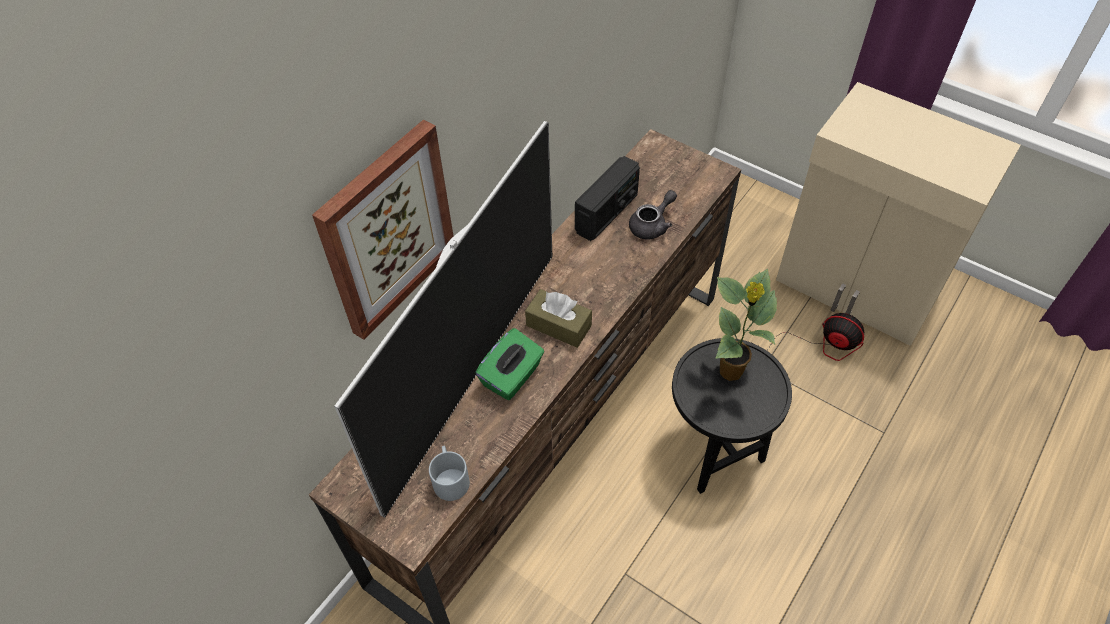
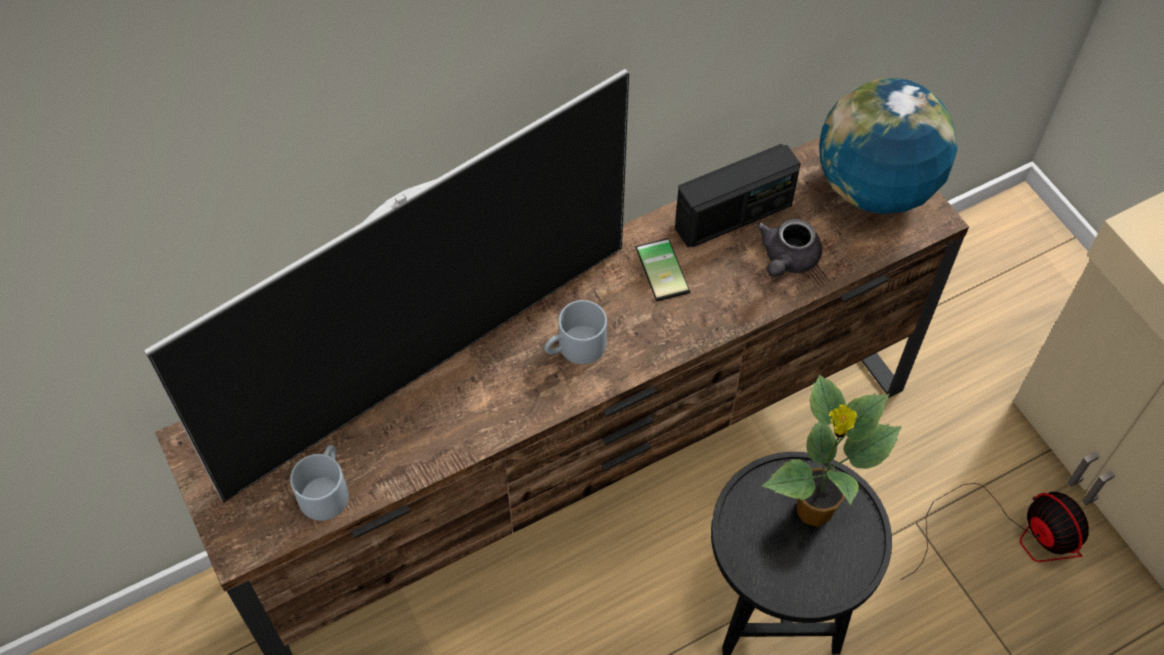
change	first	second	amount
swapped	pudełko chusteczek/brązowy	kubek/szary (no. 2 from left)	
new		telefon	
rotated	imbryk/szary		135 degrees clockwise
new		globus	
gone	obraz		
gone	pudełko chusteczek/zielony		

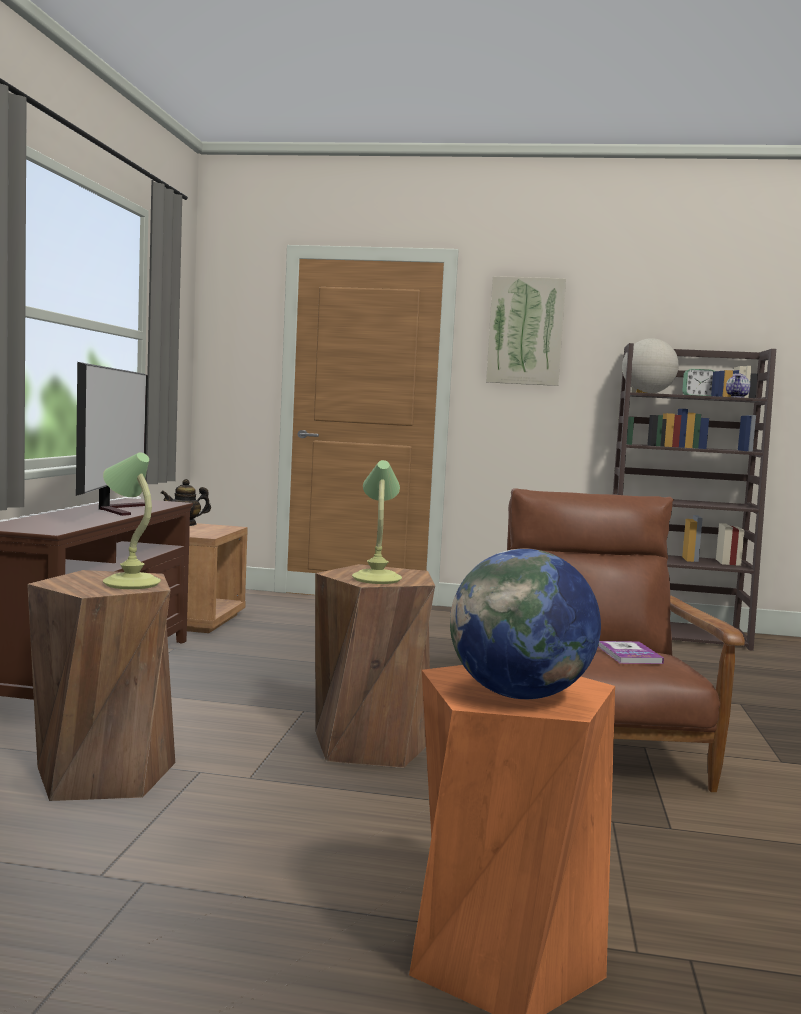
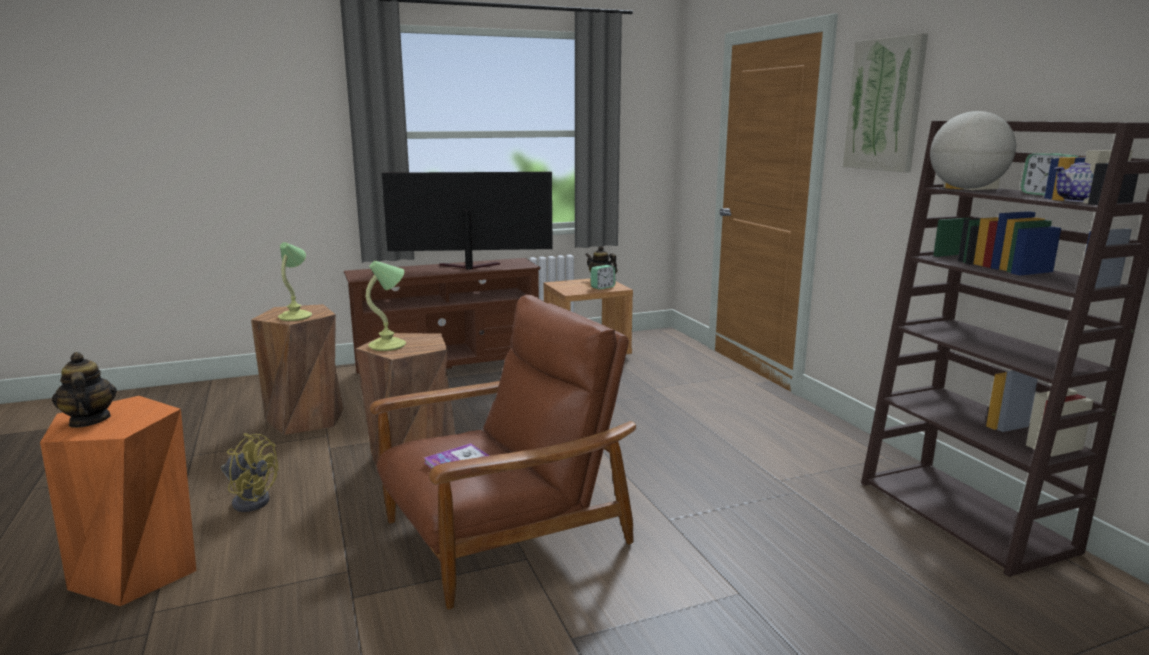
change	first	second	amount
swapped	globus (no. 1 from left)	imbryk (no. 1 from left)	
new		wentylator/żółty	
rotated	telewizor		150 degrees counterclockwise
new		budzik (no. 1 from left)	

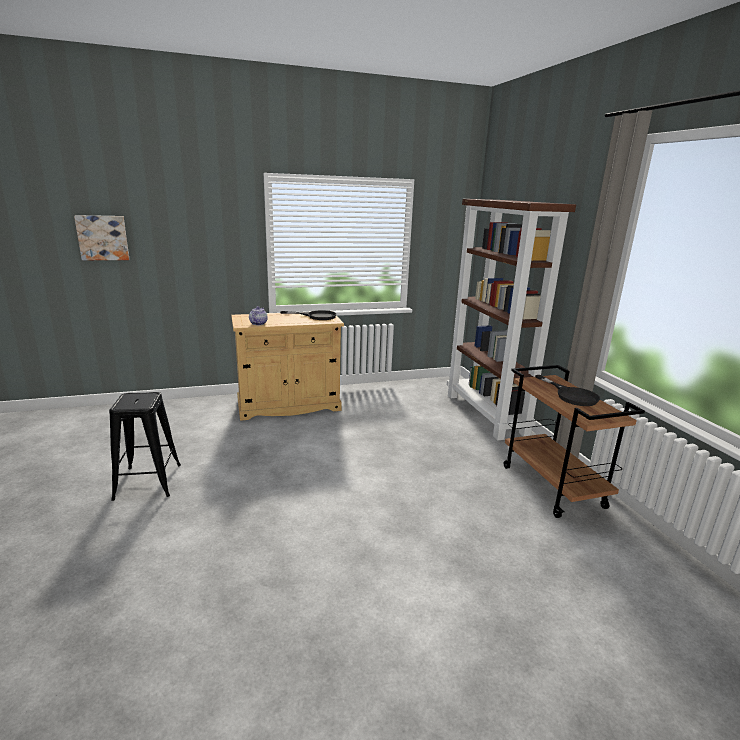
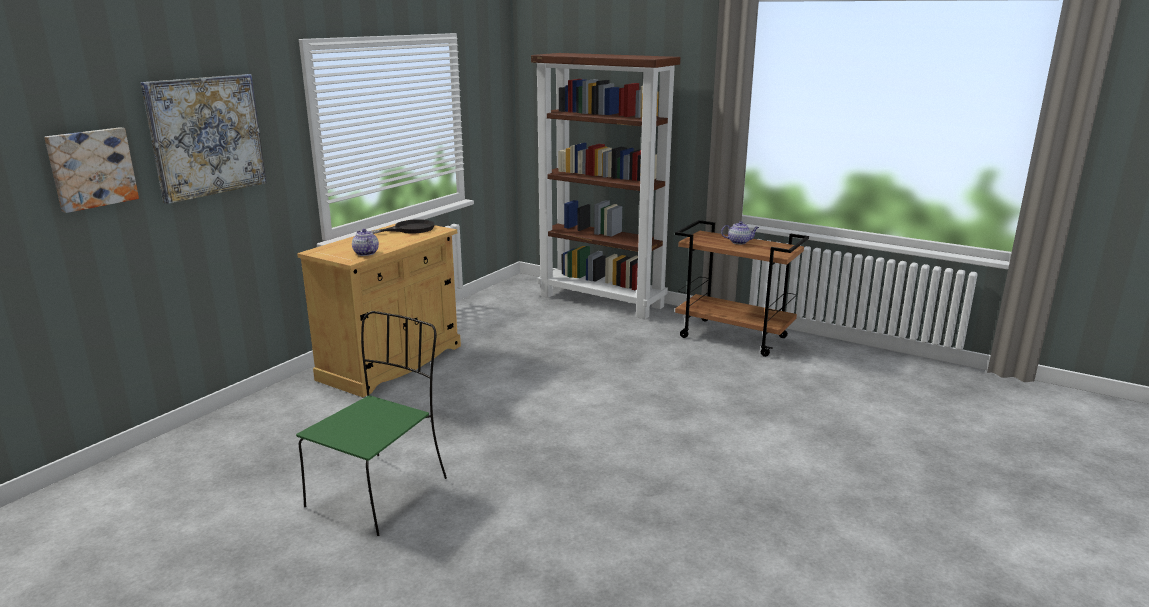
change	first	second	amount
new		obraz (no. 2 from left)	
swapped	stołek/czarny	krzesło/zielony	
swapped	patelnia/czarny (no. 2 from left)	imbryk (no. 2 from left)	

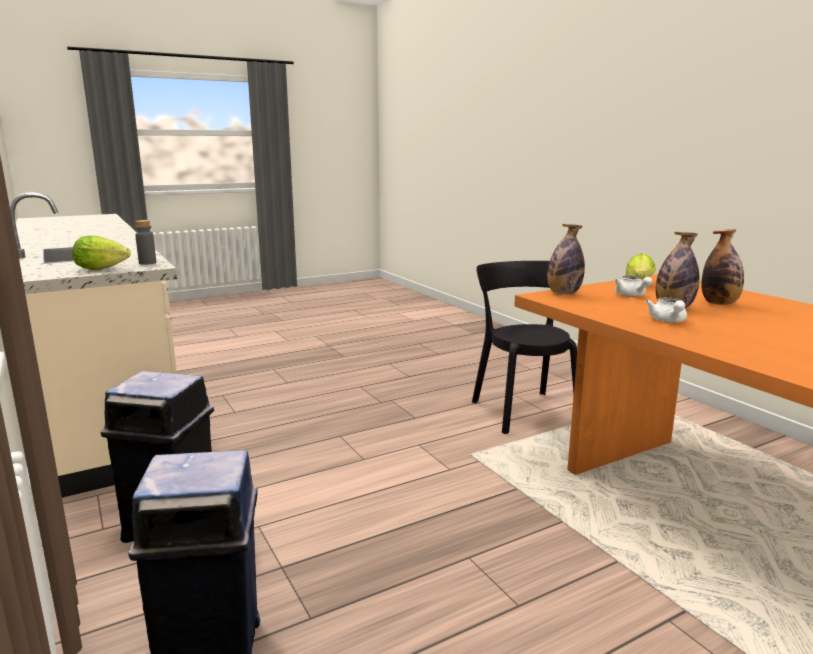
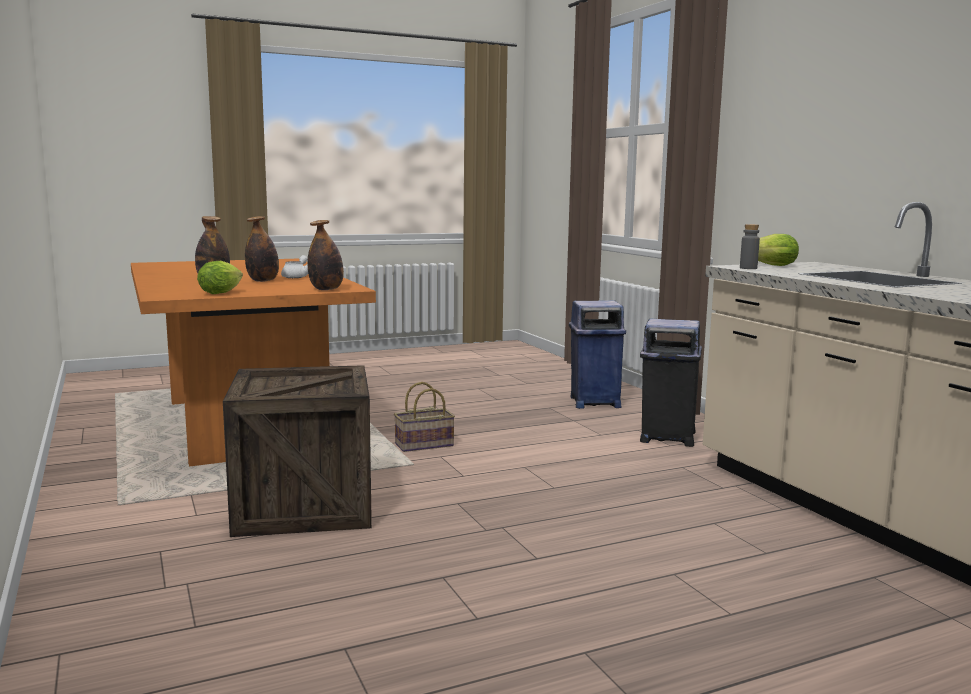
change	first	second	amount
swapped	krzesło/czarny	skrzynka	
new		koszyk	
gone	imbryk/biały (no. 1 from left)		

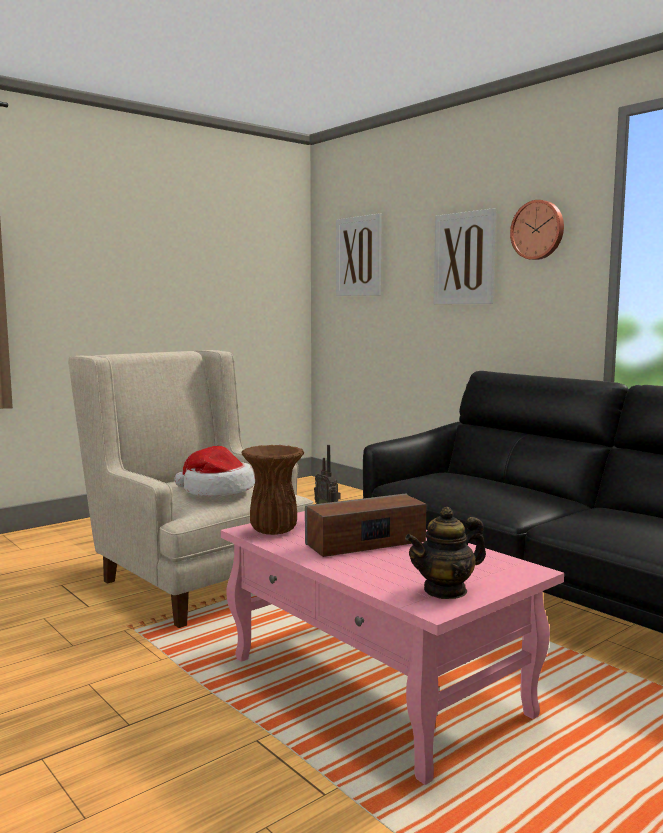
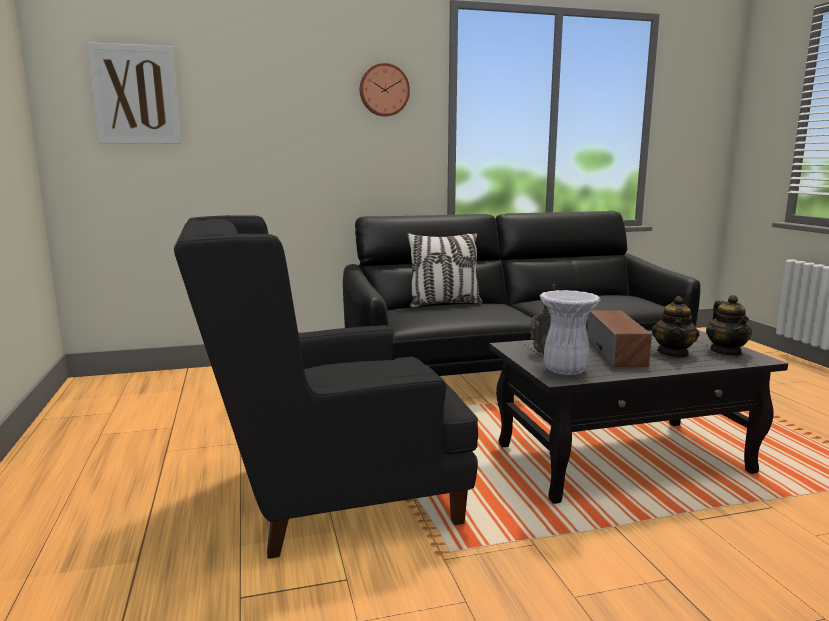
change	first	second	amount
repainted	fotel/beżowy	fotel/czarny	
new		poduszka	
repainted	ława/różowy	ława/czarny	
repainted	wazon/brązowy	wazon/biały	
new		imbryk (no. 1 from left)	
gone	kapelusz		
gone	obraz (no. 2 from left)		

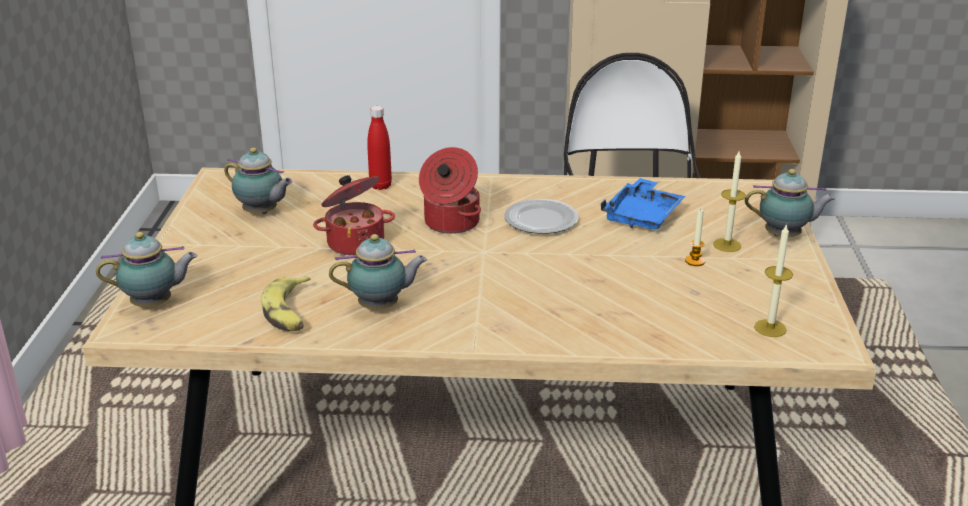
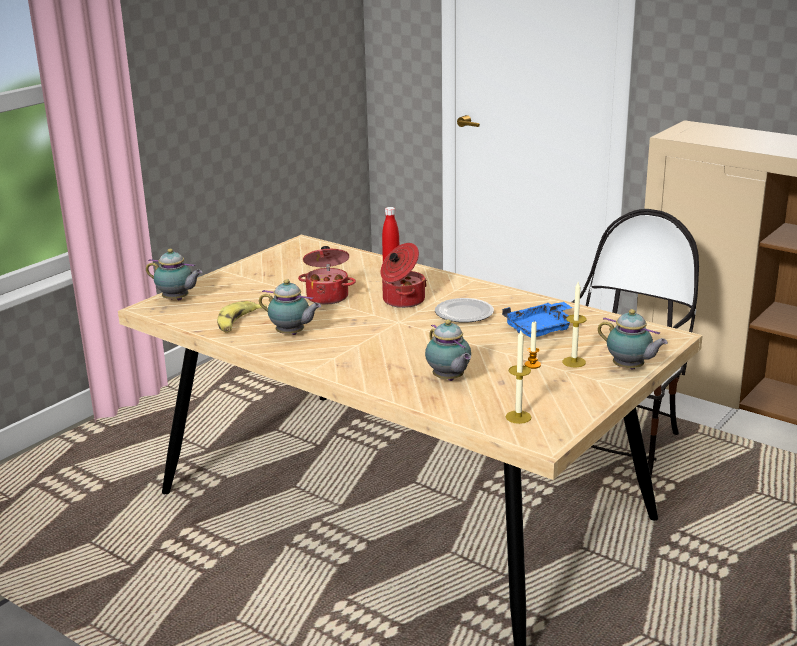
change	first	second	amount
shifted	imbryk (no. 2 from left in the first image)	imbryk (no. 3 from left)	

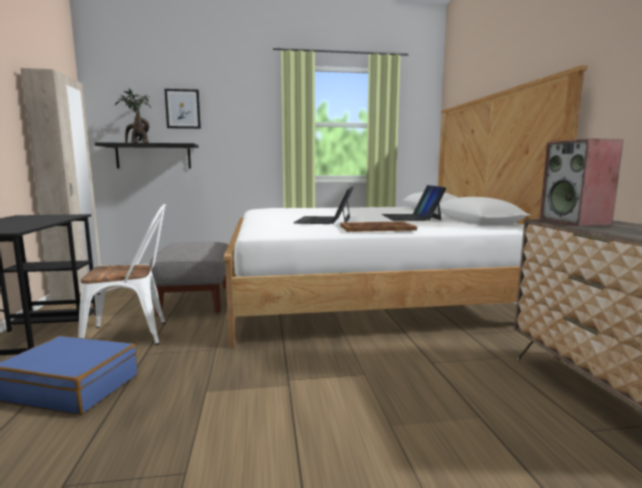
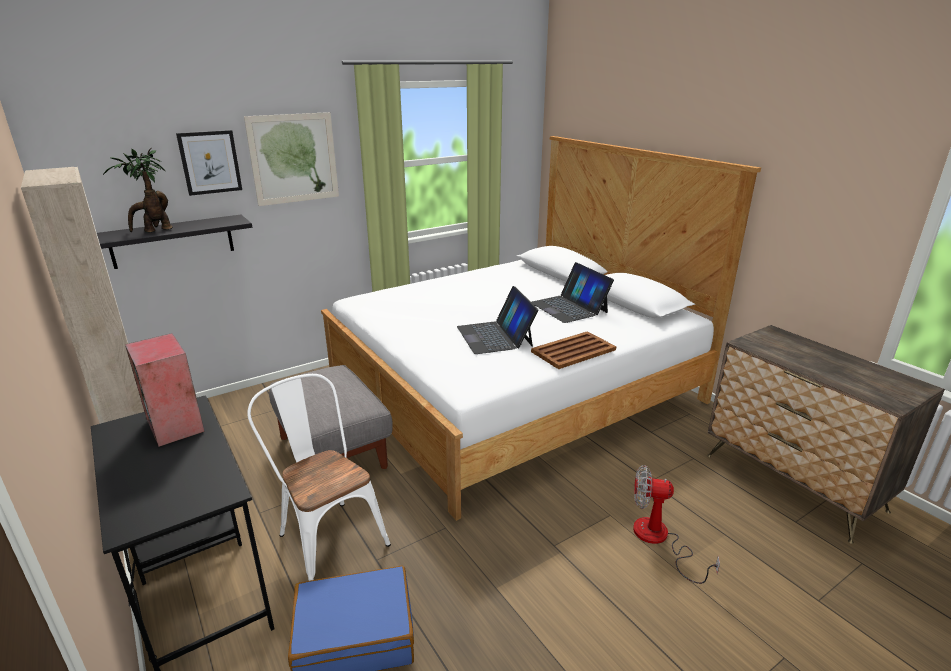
change	first	second	amount
shifted	głośnik		
new		obraz (no. 2 from left)	
rotated	krzesło/biały		90 degrees counterclockwise
new		wentylator	

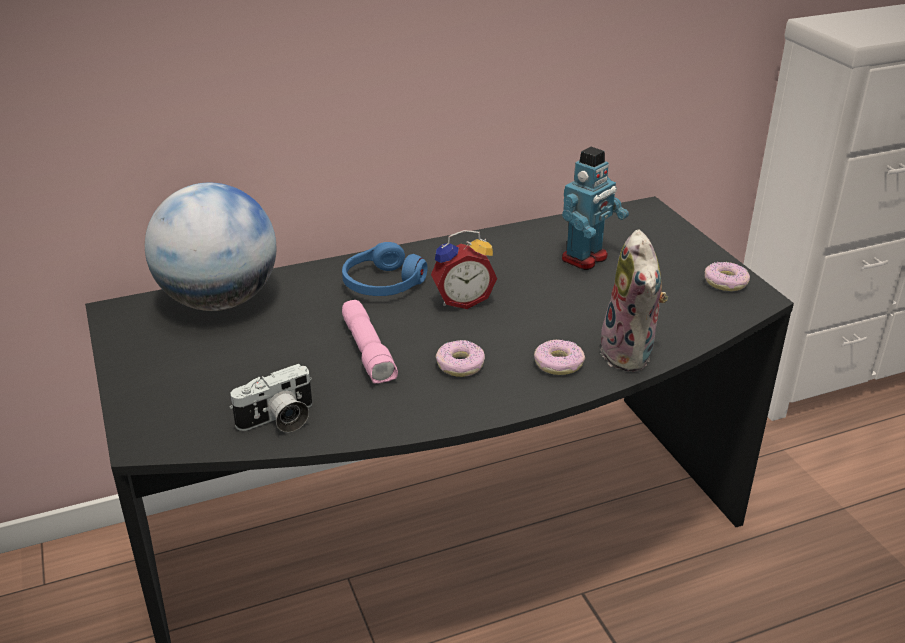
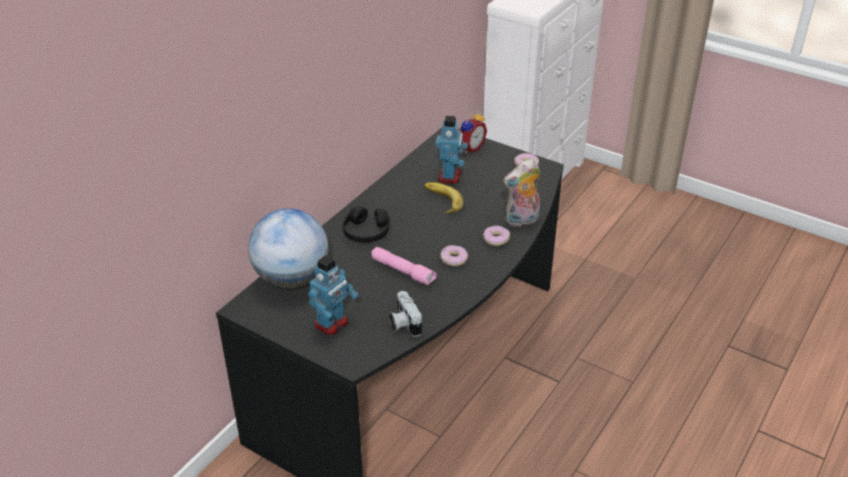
change	first	second	amount
new		robot zabawkowy (no. 1 from left)	
repainted	słuchawki/niebieski	słuchawki/czarny	
rotated	aparat fotograficzny		135 degrees clockwise
new		banan	
shifted	budzik		
rotated	pluszak		105 degrees clockwise

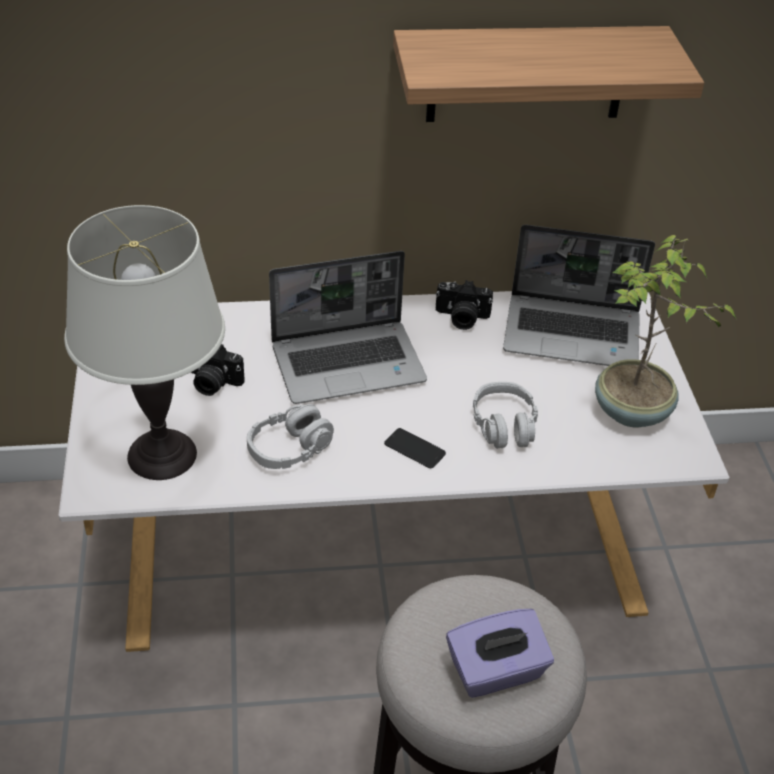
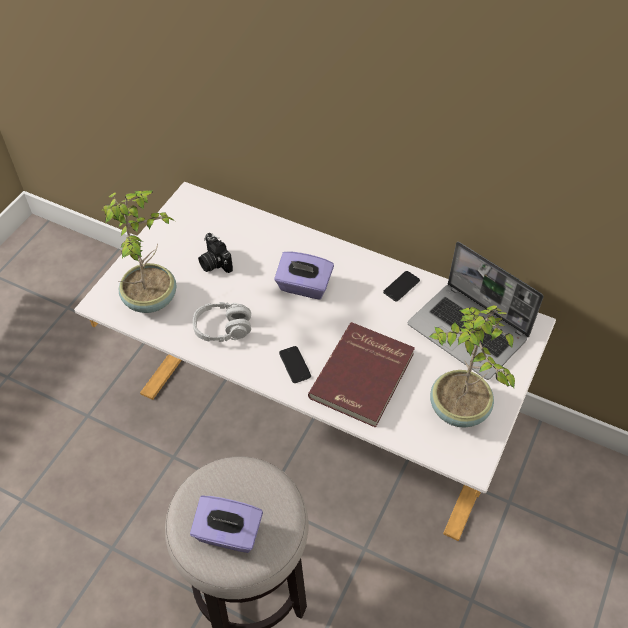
change	first	second	amount
swapped	lampa stołowa/biały	roślina doniczkowa (no. 1 from left)	
swapped	laptop (no. 1 from left)	pudełko chusteczek/fioletowy (no. 2 from left)	
swapped	słuchawki/szary (no. 2 from left)	książka/czerwony	
swapped	aparat fotograficzny (no. 2 from left)	telefon (no. 2 from left)	
gone	półka		

